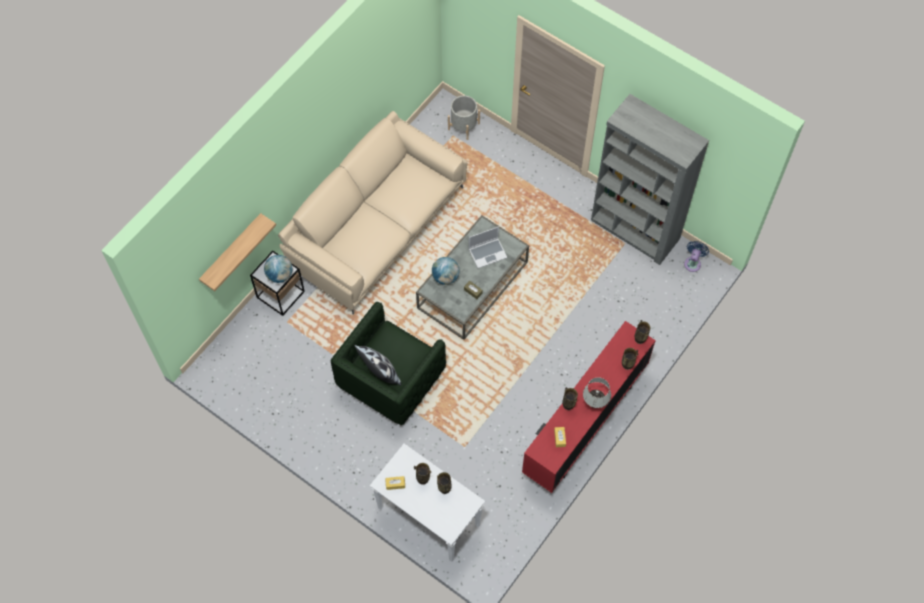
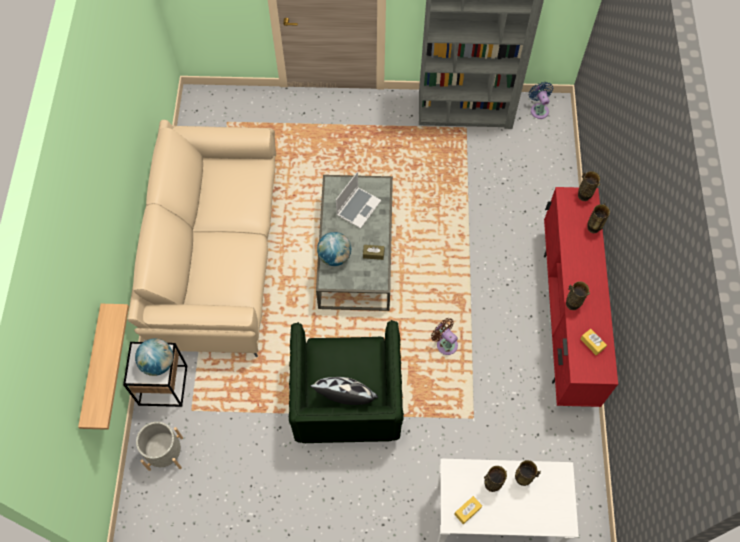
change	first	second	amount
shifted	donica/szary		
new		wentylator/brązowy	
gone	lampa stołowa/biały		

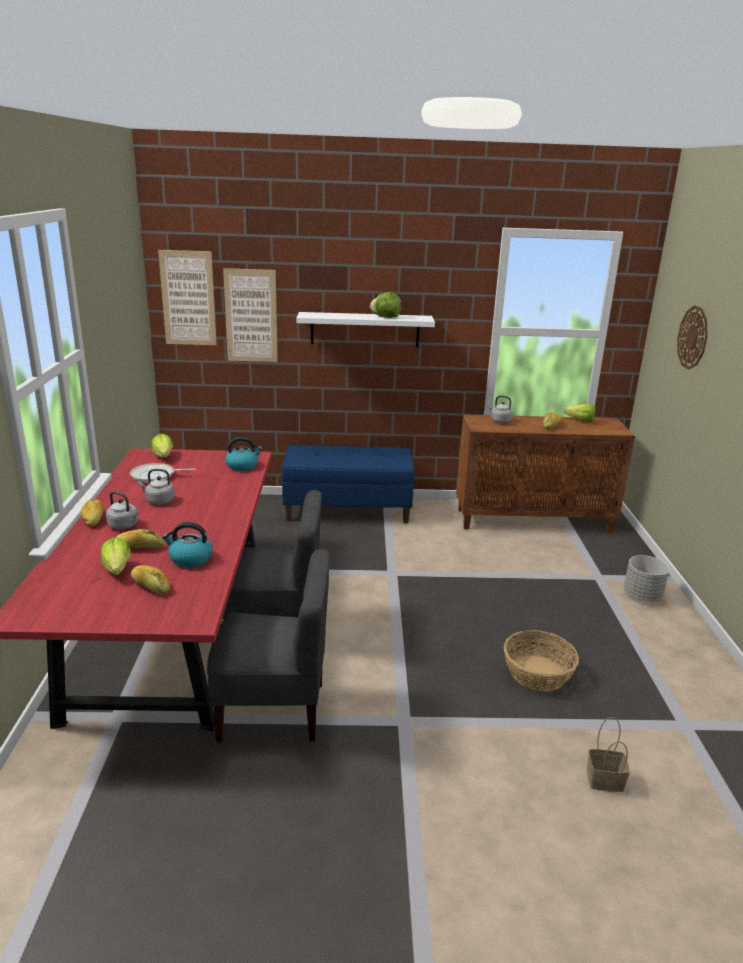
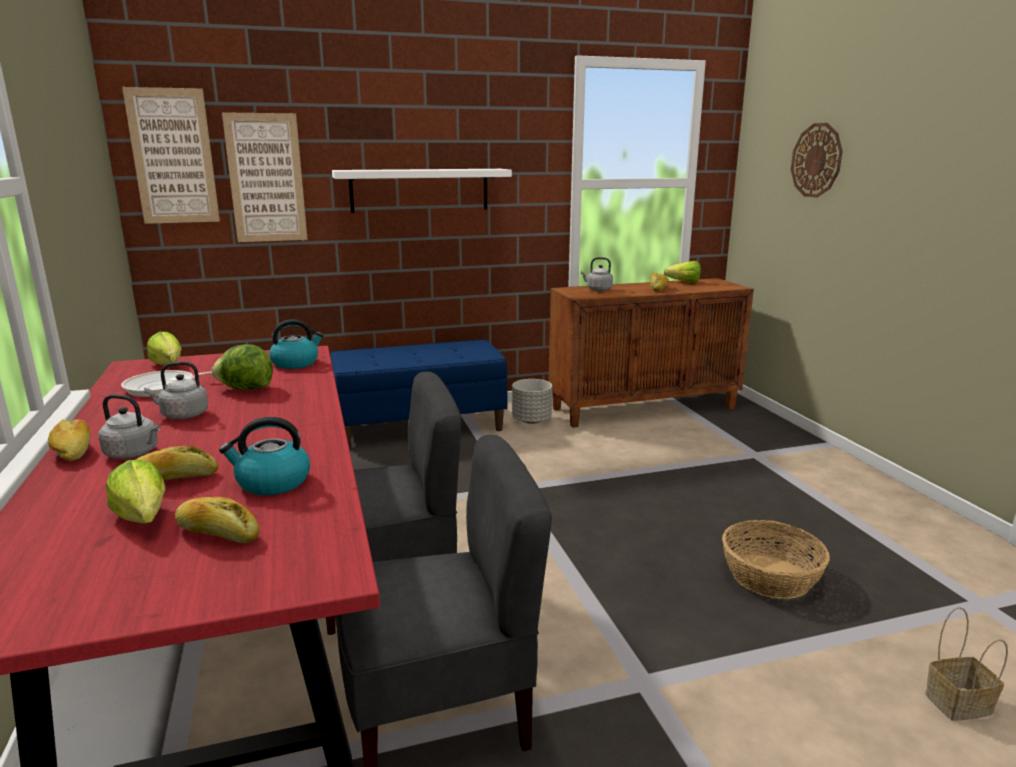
change	first	second	amount
shifted	sałata (no. 3 from left)		
shifted	donica/szary		

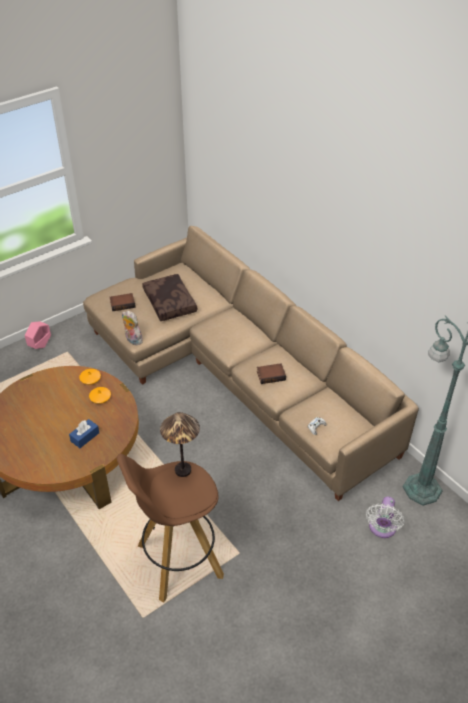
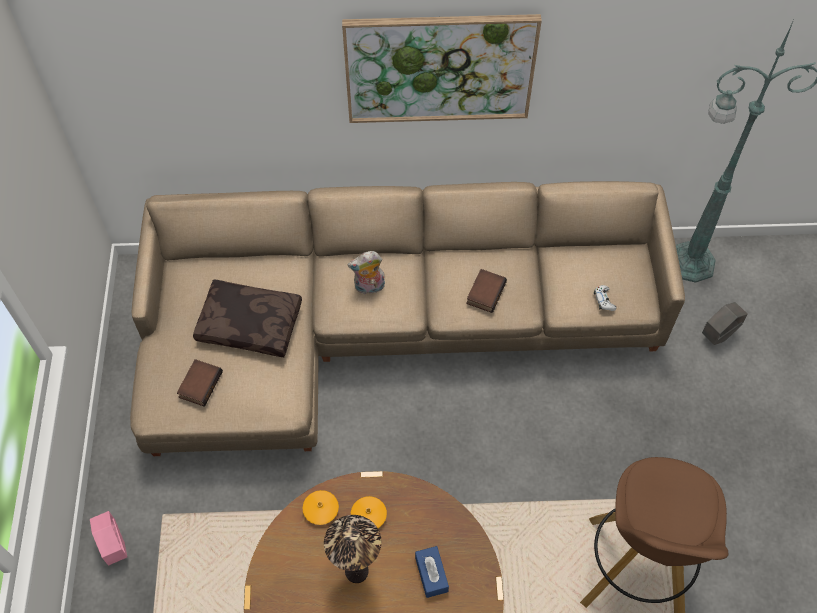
change	first	second	amount
shifted	lampa stołowa		
new		obraz	
shifted	pluszak		
swapped	wentylator/biały	donica/szary	

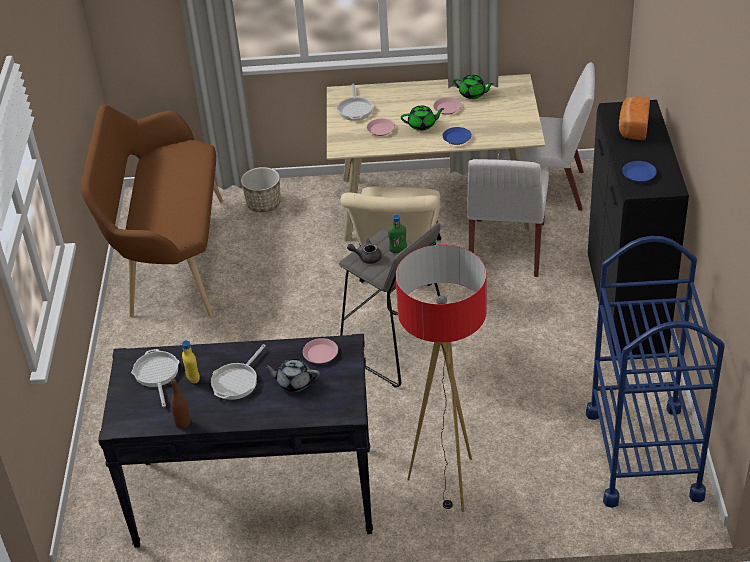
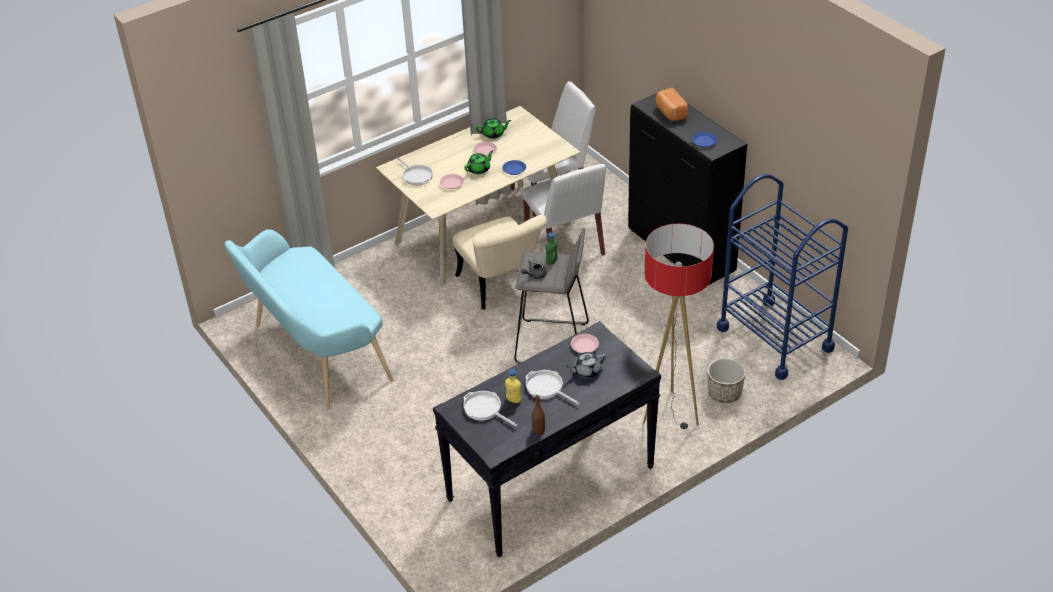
change	first	second	amount
repainted	ławka/brązowy	ławka/turkusowy	
rotated	patelnia (no. 2 from left in the first image)	patelnia (no. 3 from left)	135 degrees clockwise
shifted	donica		

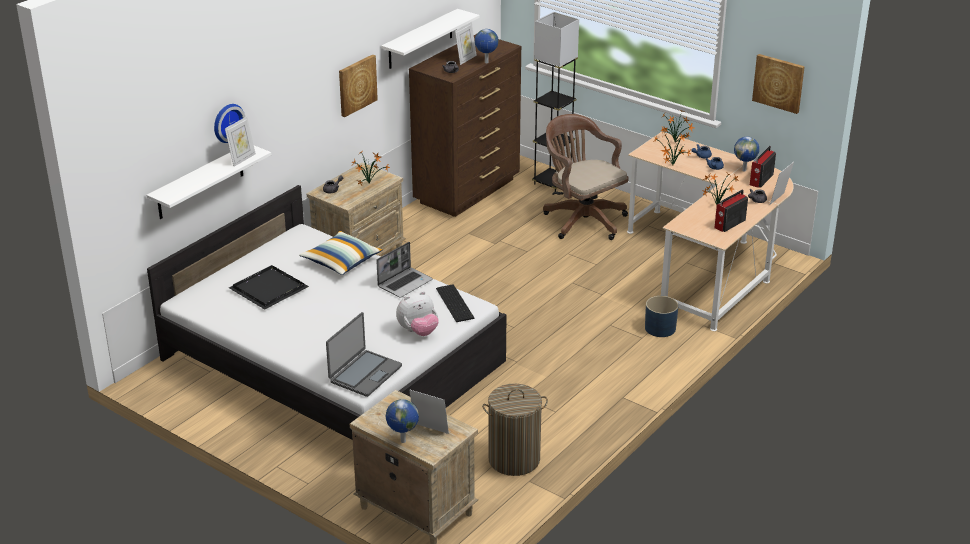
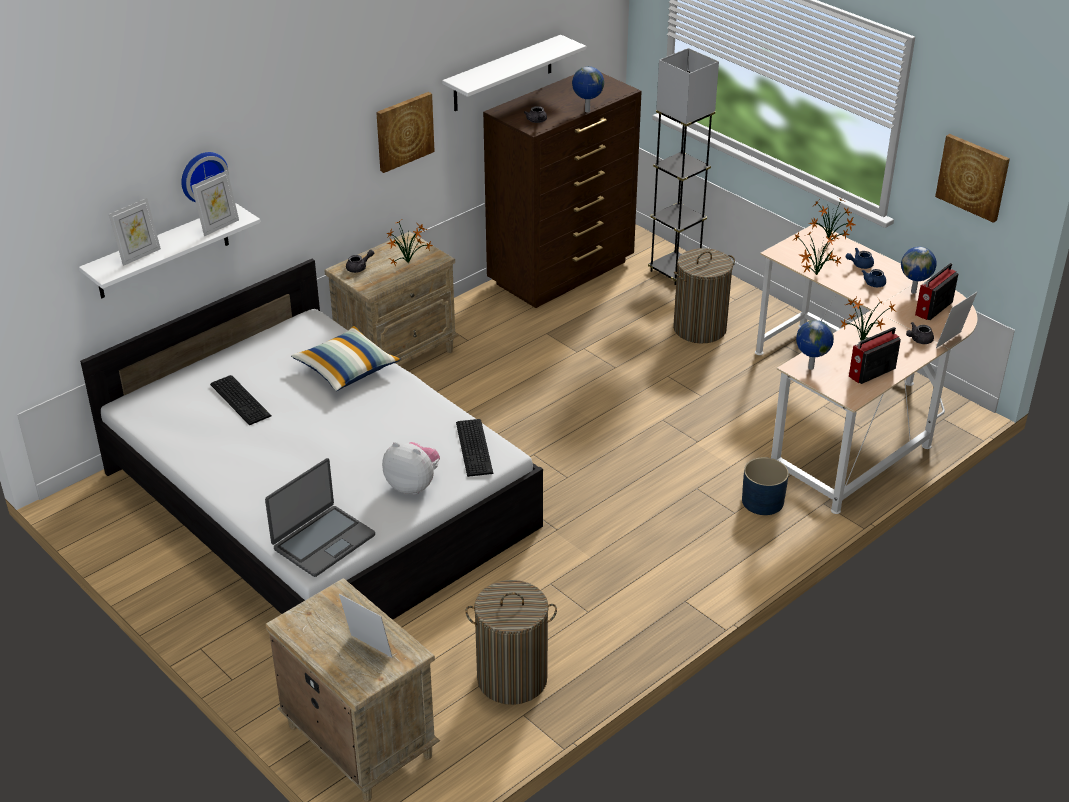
change	first	second	amount
shifted	ramka na zdjęcie (no. 3 from left in the first image)	ramka na zdjęcie (no. 1 from left)	
swapped	taca/czarny	klawiatura (no. 1 from left)	
rotated	pluszak		135 degrees counterclockwise
swapped	krzesło biurowe/brązowy	kosz na pranie (no. 2 from left)	
shifted	globus (no. 1 from left in the first image)	globus (no. 2 from left)	
gone	laptop (no. 2 from left)		

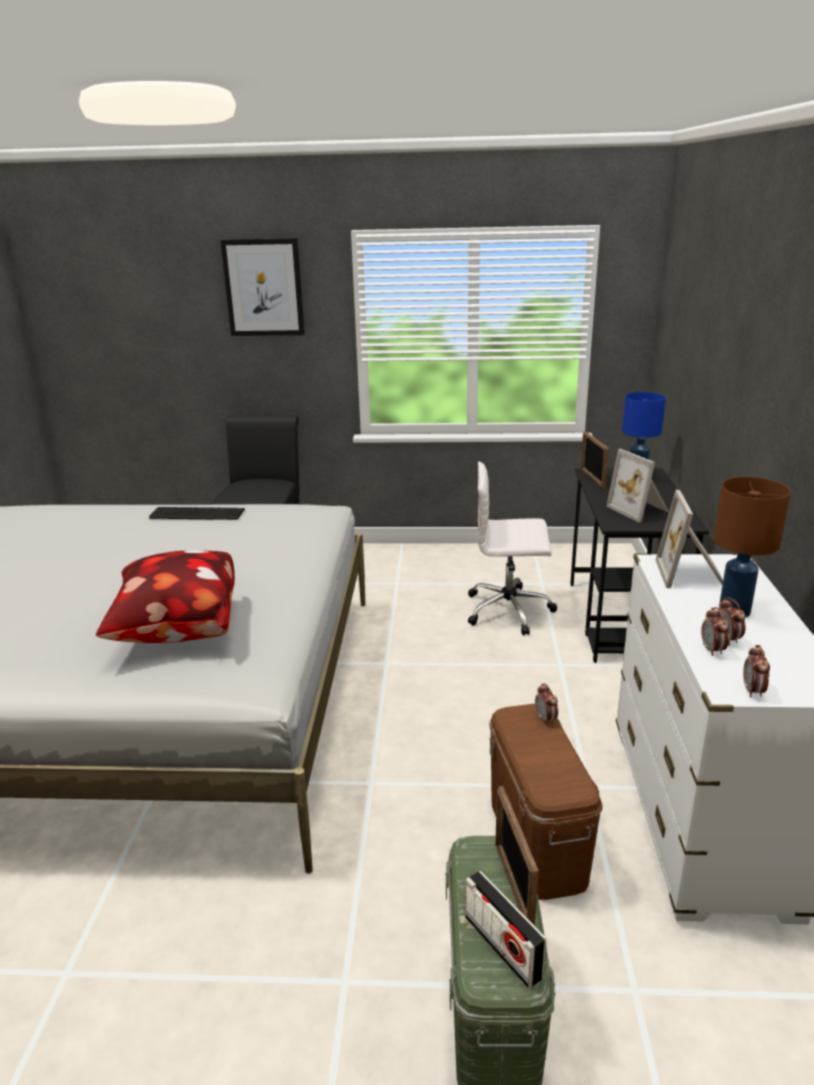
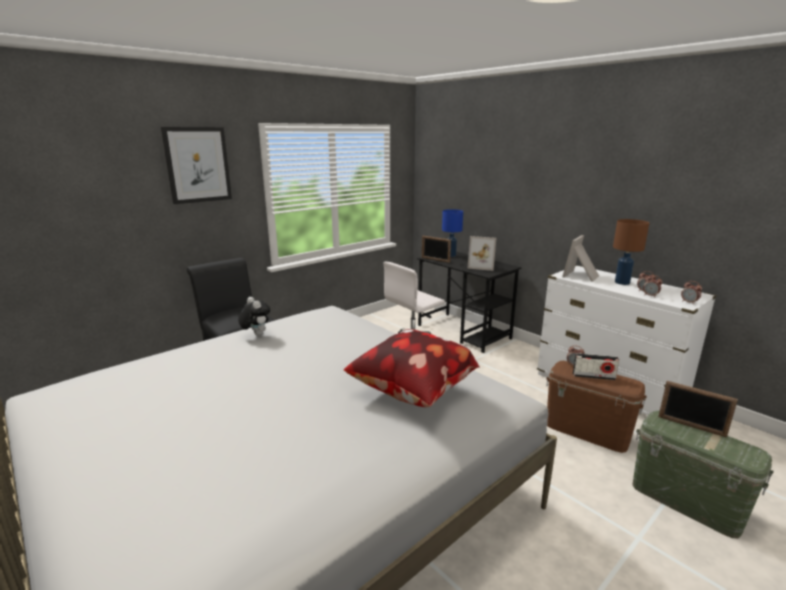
change	first	second	amount
swapped	klawiatura	pluszak	
rotated	ramka na zdjęcie (no. 4 from left in the first image)	ramka na zdjęcie (no. 3 from left)	75 degrees clockwise
shifted	radio		

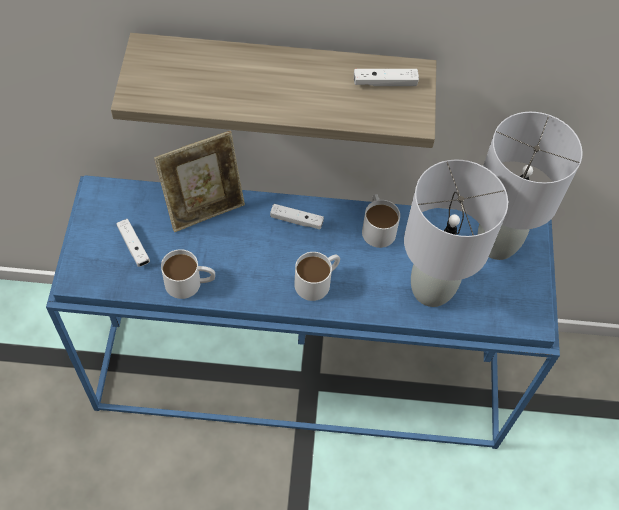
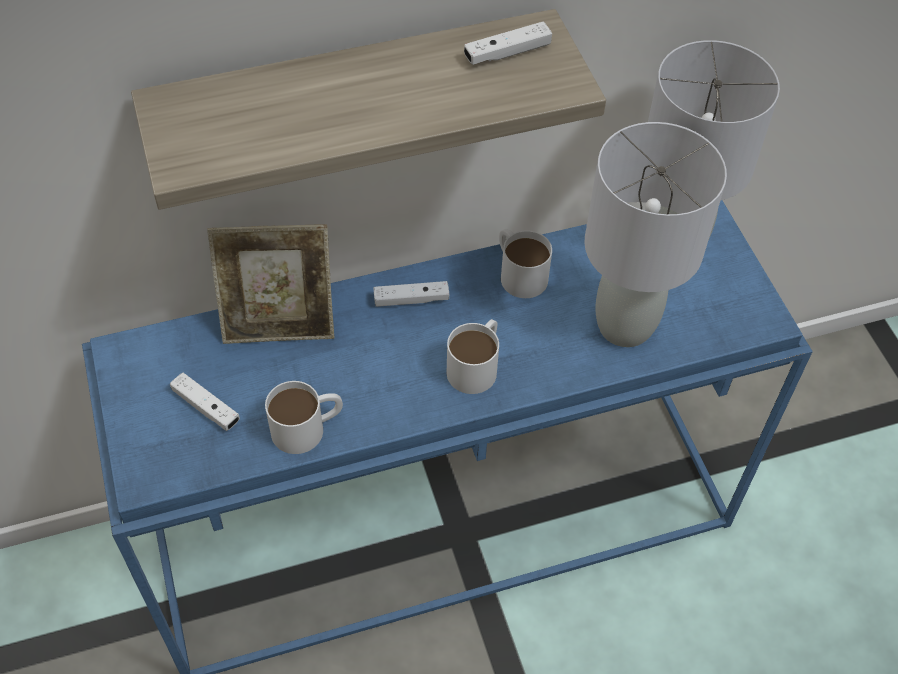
change	first	second	amount
rotated	ramka na zdjęcie		45 degrees clockwise

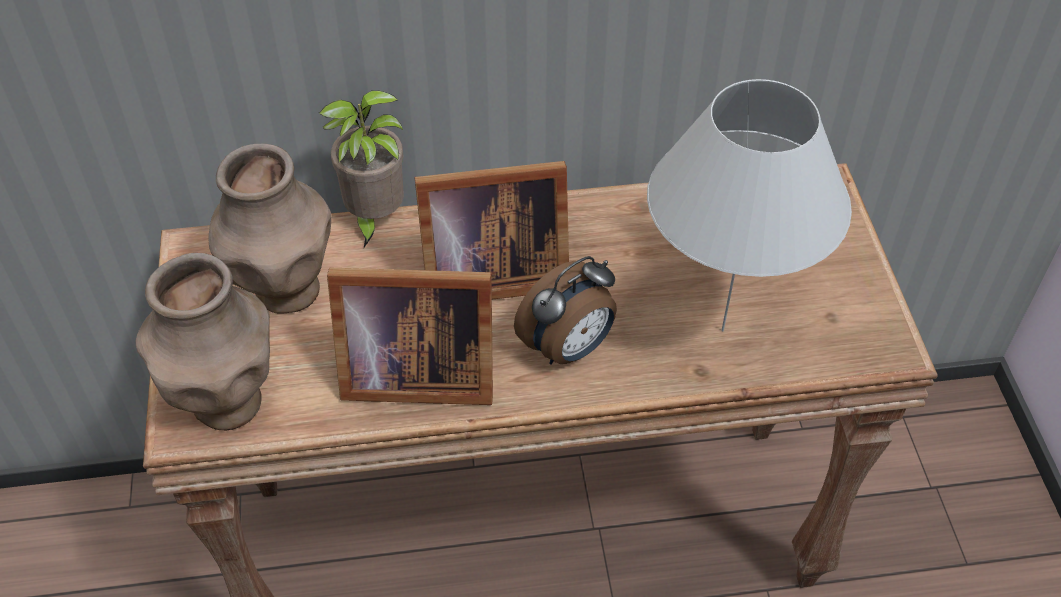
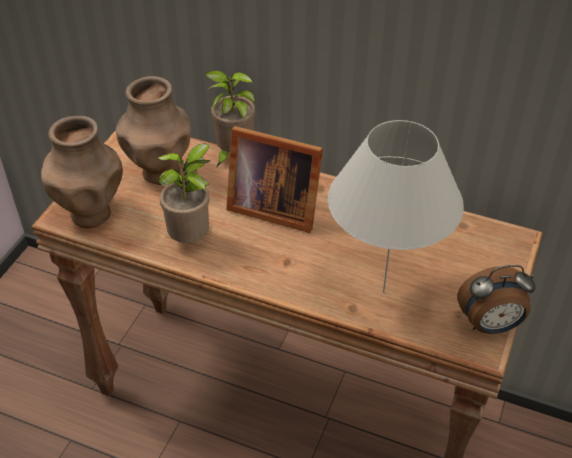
change	first	second	amount
swapped	ramka na zdjęcie (no. 1 from left)	roślina doniczkowa (no. 1 from left)	
shifted	budzik		

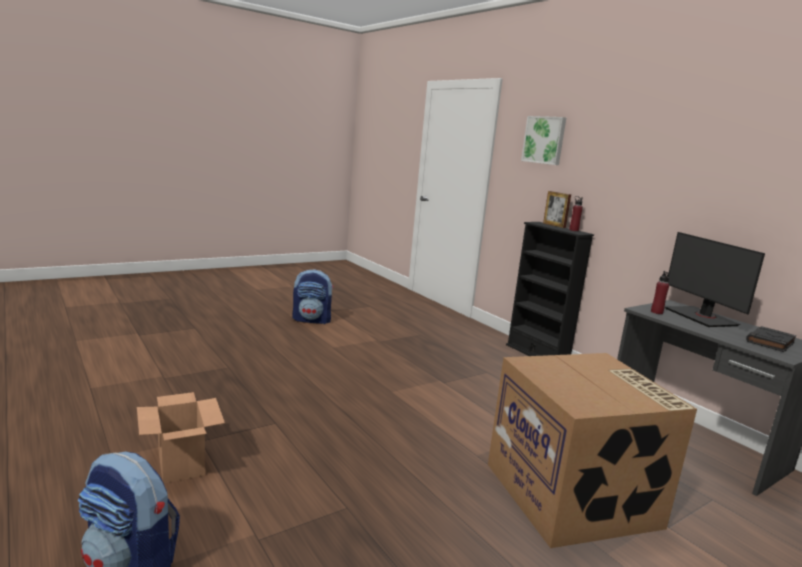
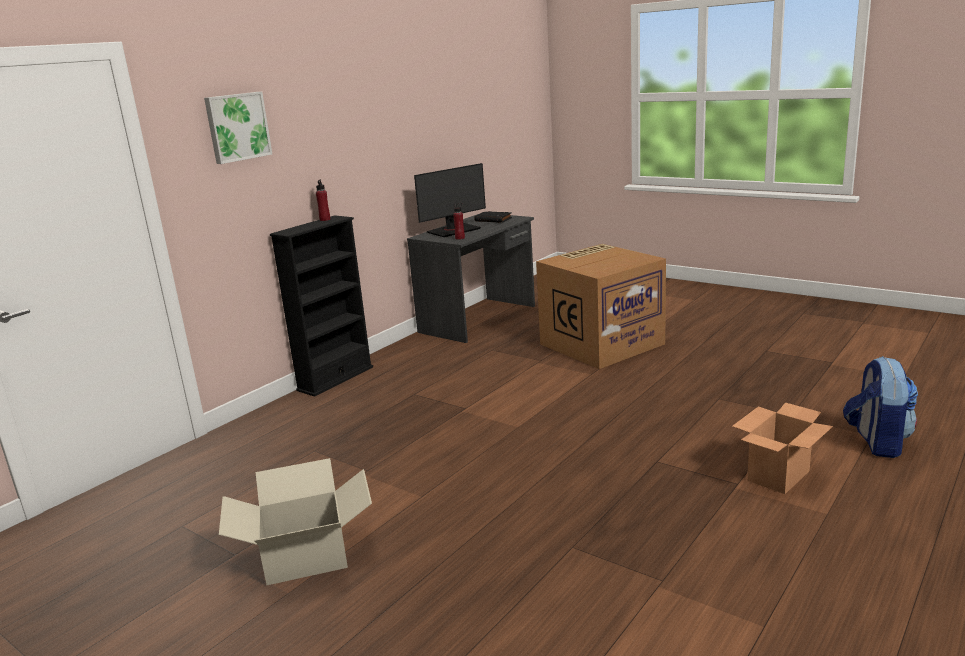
change	first	second	amount
swapped	plecak (no. 2 from left)	karton (no. 1 from left)	
gone	ramka na zdjęcie		

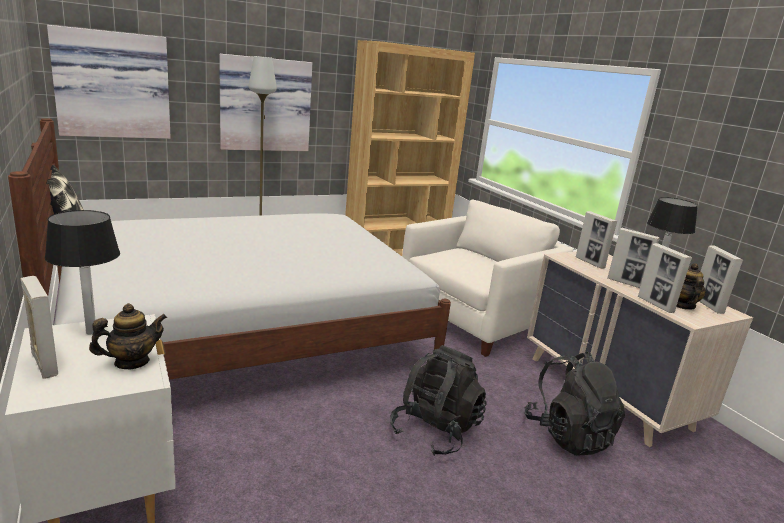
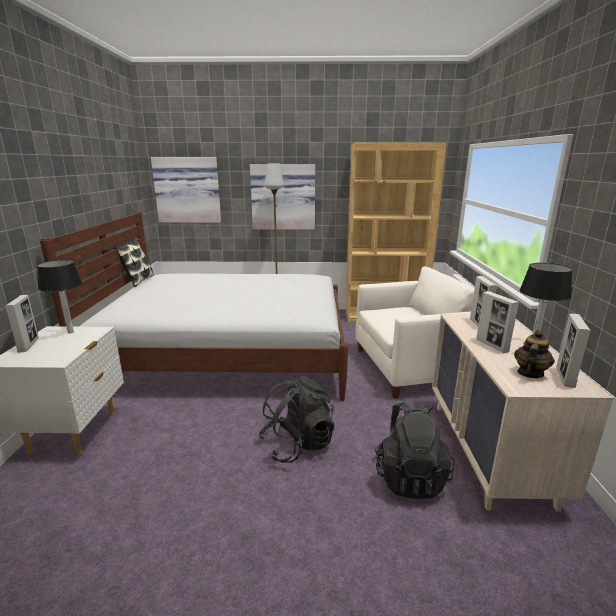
change	first	second	amount
gone	imbryk (no. 1 from left)		
gone	ramka na zdjęcie (no. 4 from left)		

